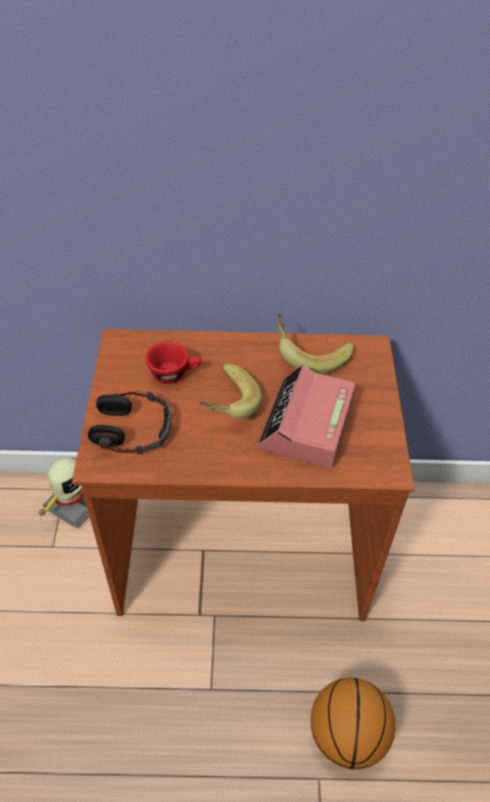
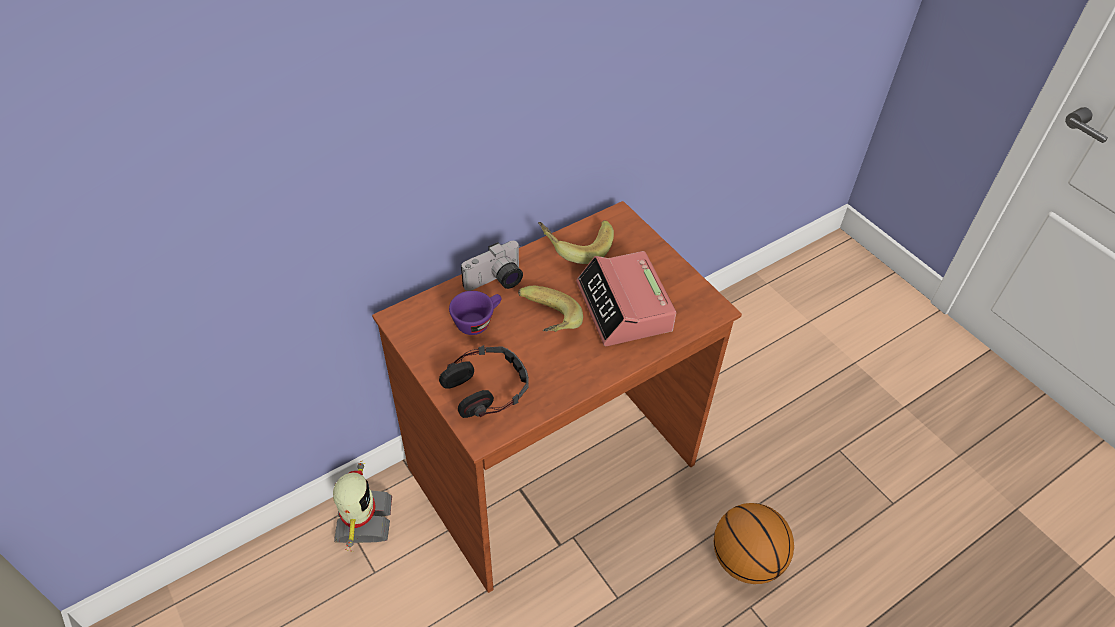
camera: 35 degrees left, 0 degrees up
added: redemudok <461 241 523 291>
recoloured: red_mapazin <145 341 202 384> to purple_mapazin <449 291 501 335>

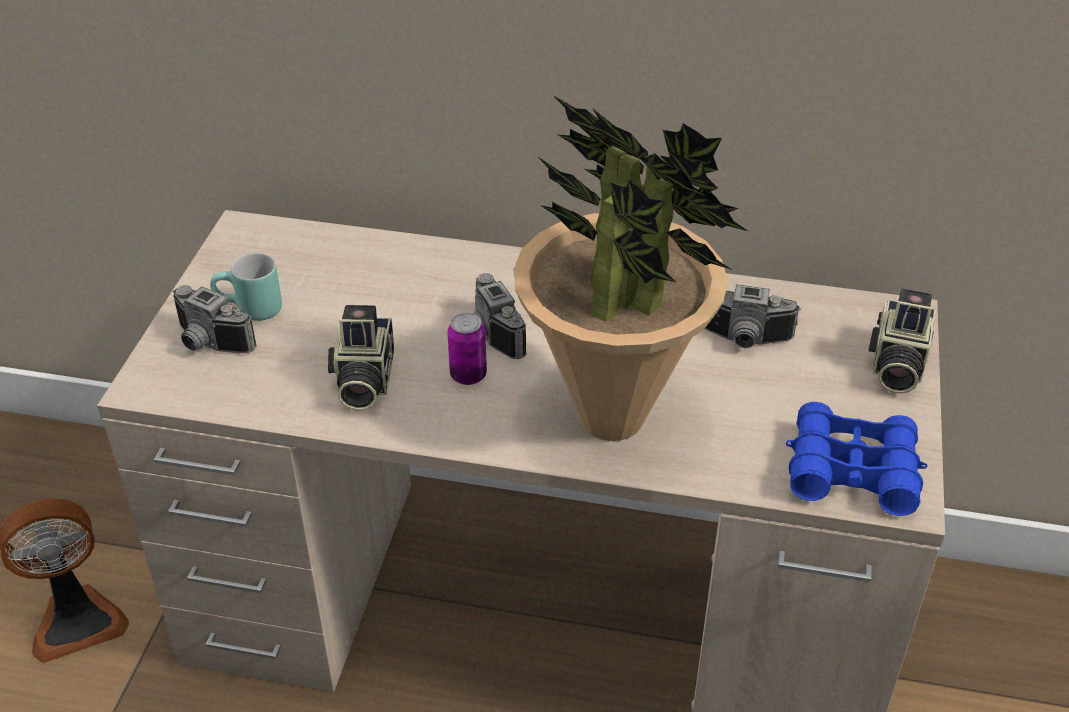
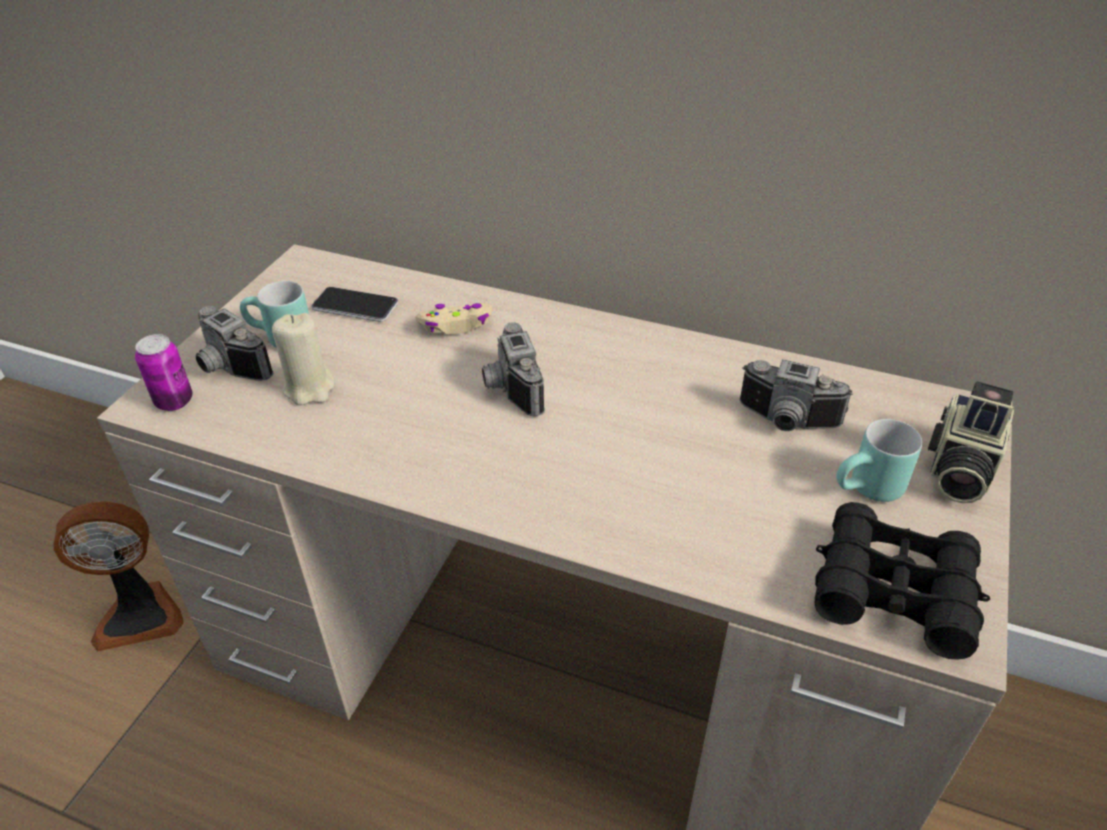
camera: 10 degrees right, 0 degrees up
removed: redemudok <328 305 394 411>; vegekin <513 96 748 441>
added: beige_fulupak <272 313 335 405>; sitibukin <311 287 398 322>; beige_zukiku <415 303 493 335>; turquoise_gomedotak <836 419 922 502>
moved: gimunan <447 313 487 385> to <135 334 192 411>
recoloured: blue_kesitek <786 402 928 516> to black_kesitek <815 502 990 660>

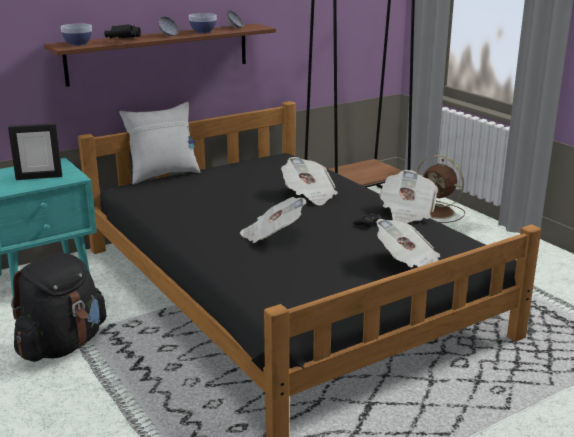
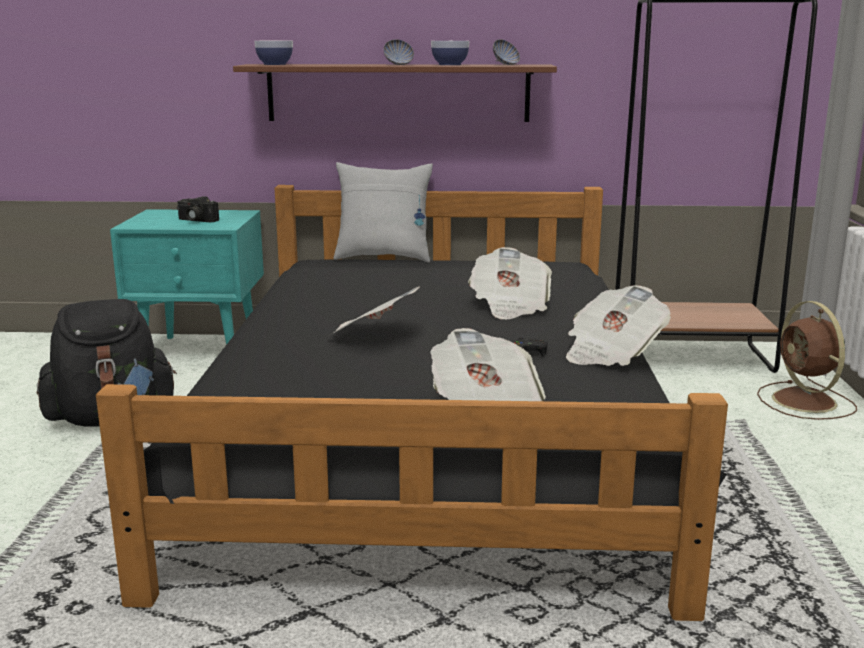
camera: 35 degrees right, 5 degrees down
removed: black_kesitek <104 24 141 39>
replaced: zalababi <8 123 62 180> to redemudok <177 196 219 222>

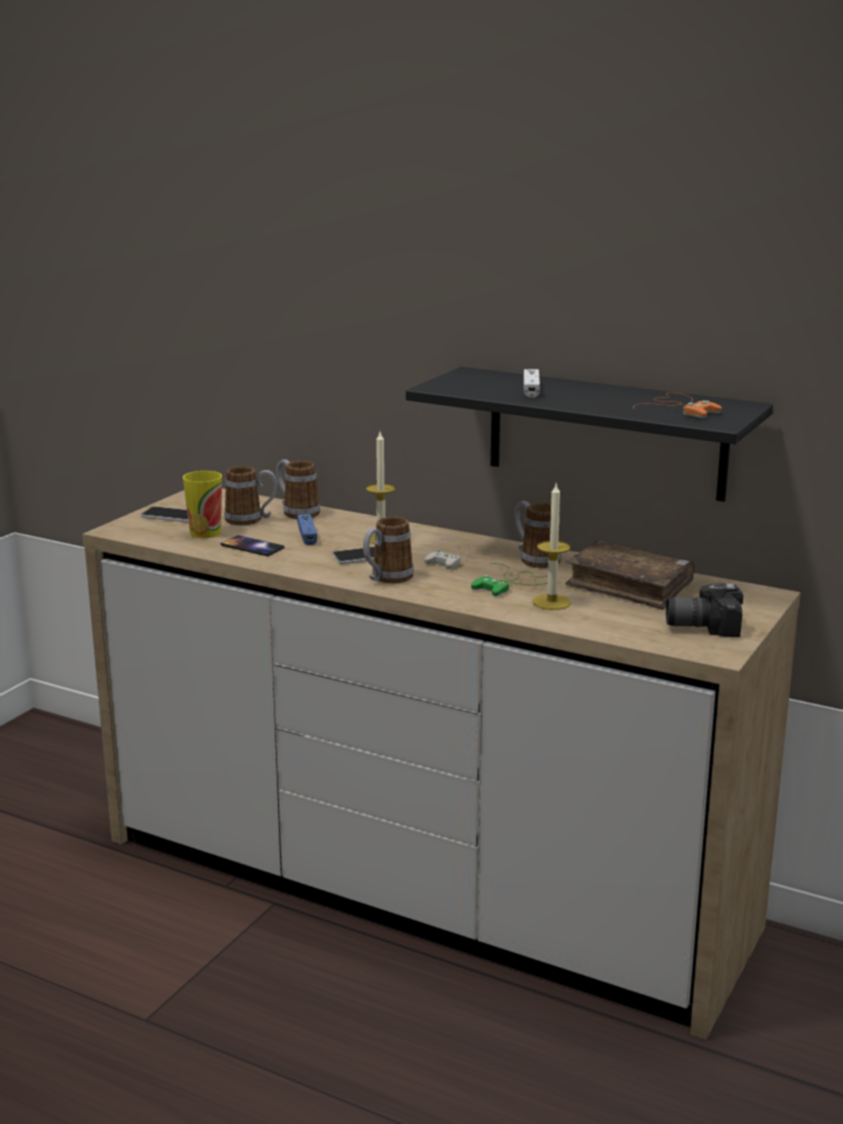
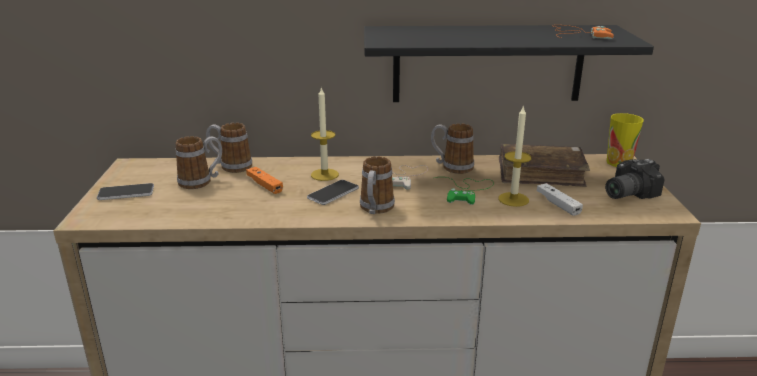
camera: 30 degrees left, 5 degrees up
removed: sitibukin <221 535 285 556>
moved: mapazin <183 471 222 538> to <607 113 644 167>; white_zukiku <523 369 540 397> to <537 183 583 216>
recoloured: blue_zukiku <297 514 317 545> to orange_zukiku <246 167 283 194>

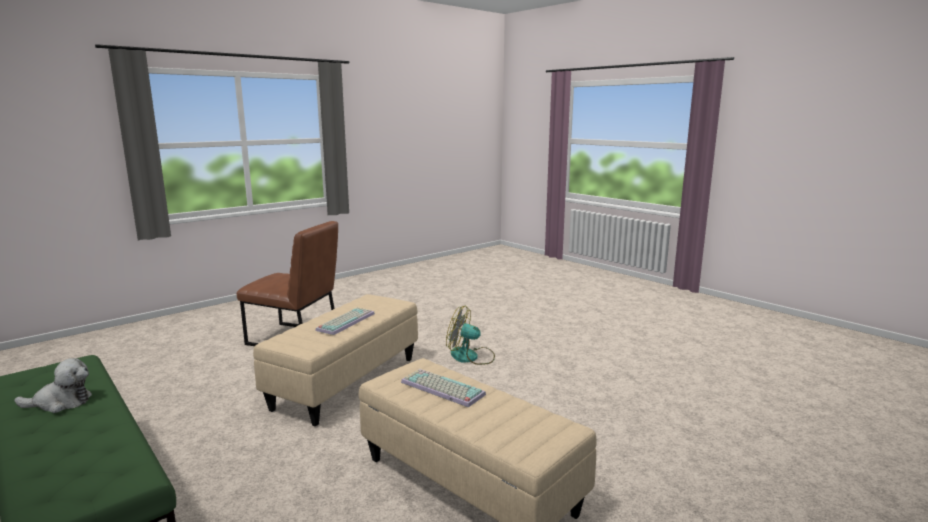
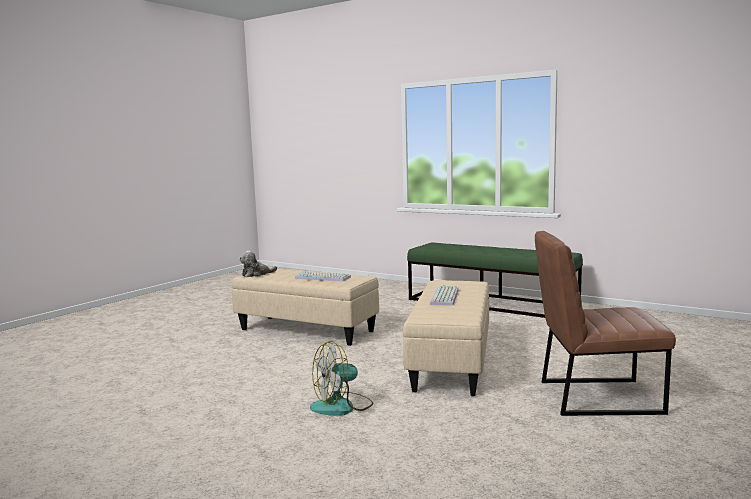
camera: 165 degrees right, 5 degrees down
moved: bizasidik <14 358 92 413> to <239 250 277 277>
turned: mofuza <446 306 495 365> = <310 341 373 416> 150 degrees clockwise

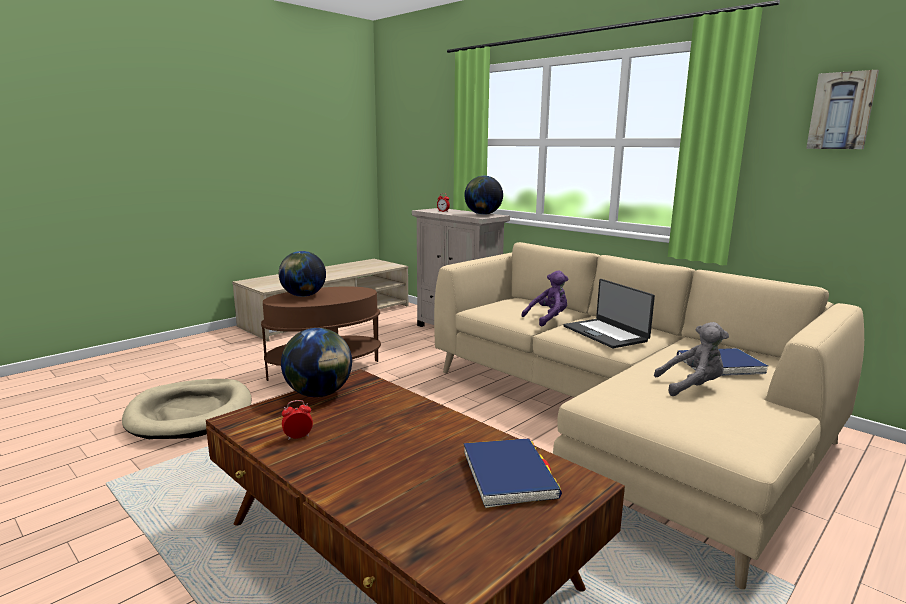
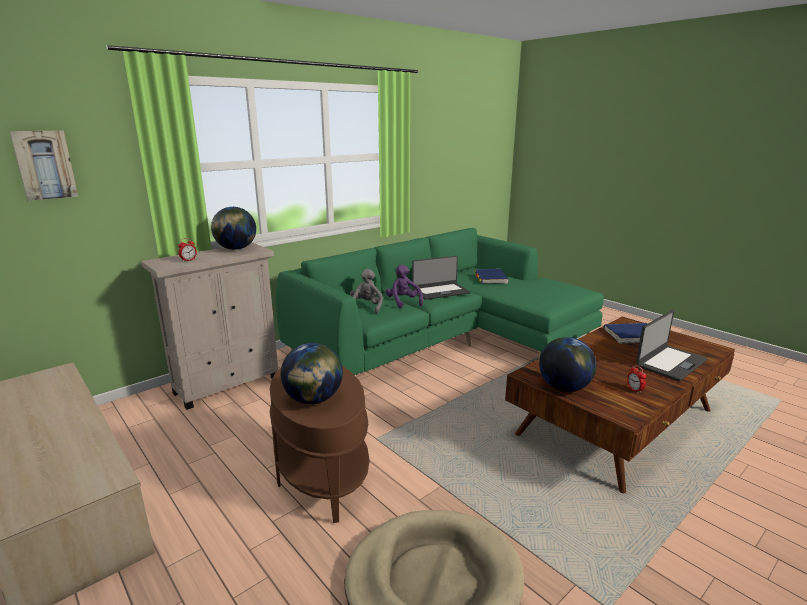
camera: 85 degrees left, 5 degrees up
added: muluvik <636 310 708 381>
moved: grey_bizasidik <654 322 729 396> to <350 268 383 314>; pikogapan <806 70 879 149> to <10 130 78 201>
recoloured: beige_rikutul <434 242 864 589> to green_rikutul <276 228 604 375>

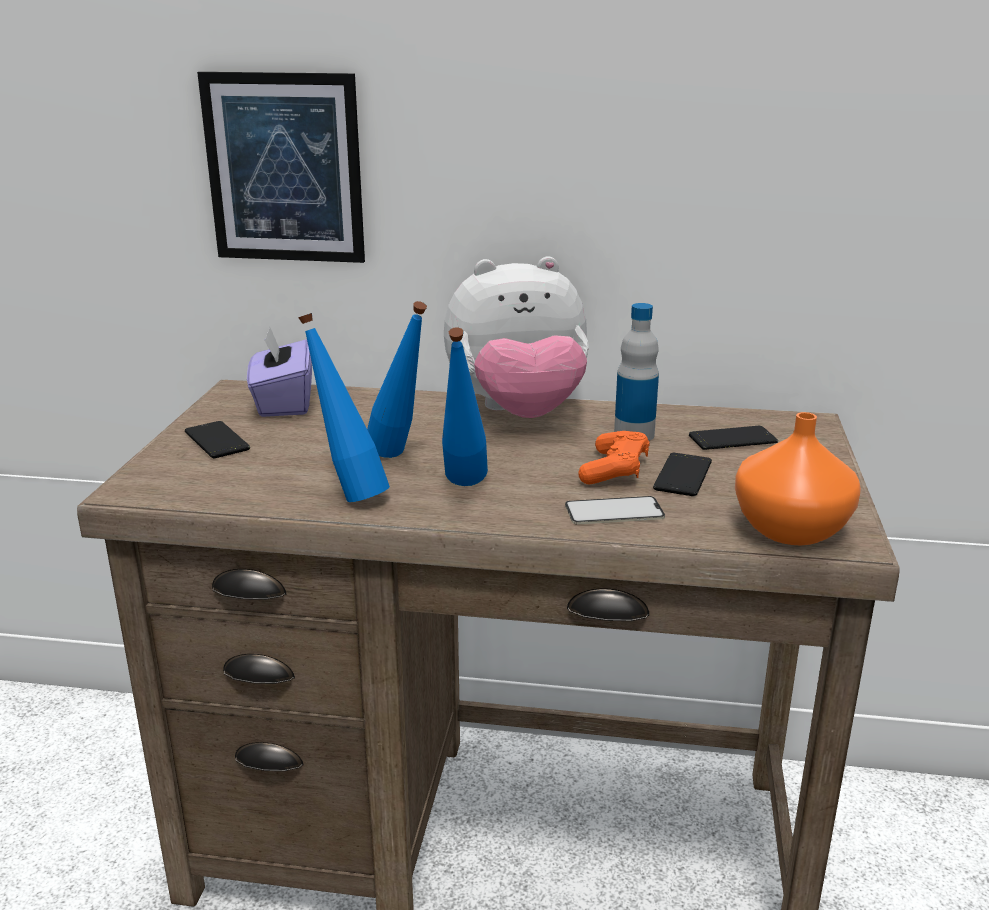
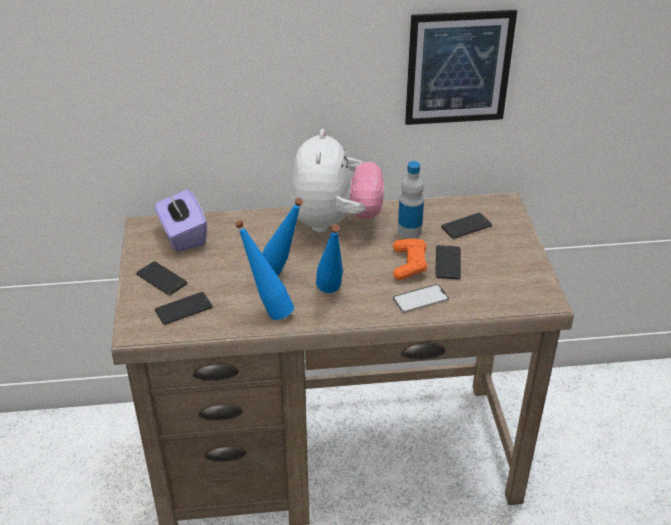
camera: 15 degrees left, 15 degrees up
removed: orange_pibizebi <735 412 861 545>
added: sitibukin <155 292 213 325>
moved: pikogapan <197 72 365 263> to <405 10 517 125>
turned: bizasidik <444 256 589 418> = <289 129 384 232> 60 degrees counterclockwise

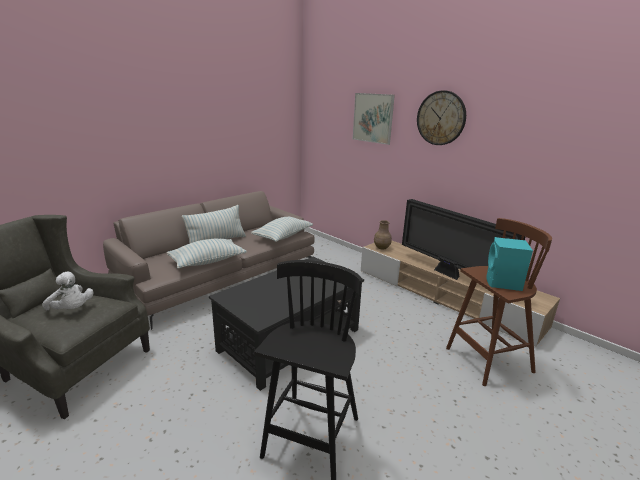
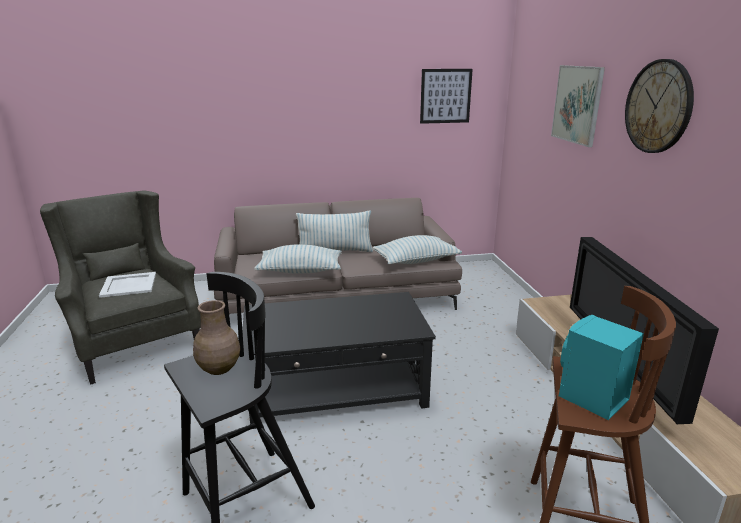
camera: 35 degrees right, 0 degrees up
added: pikogapan <420 69 473 124>
moved: brown_pibizebi <374 220 392 250> to <193 300 240 375>
replaced: white_bizasidik <42 272 94 311> to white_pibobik <99 272 156 298>

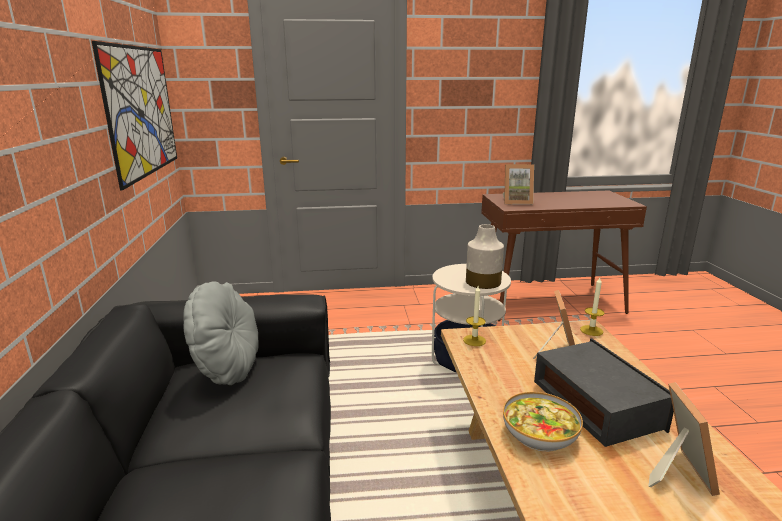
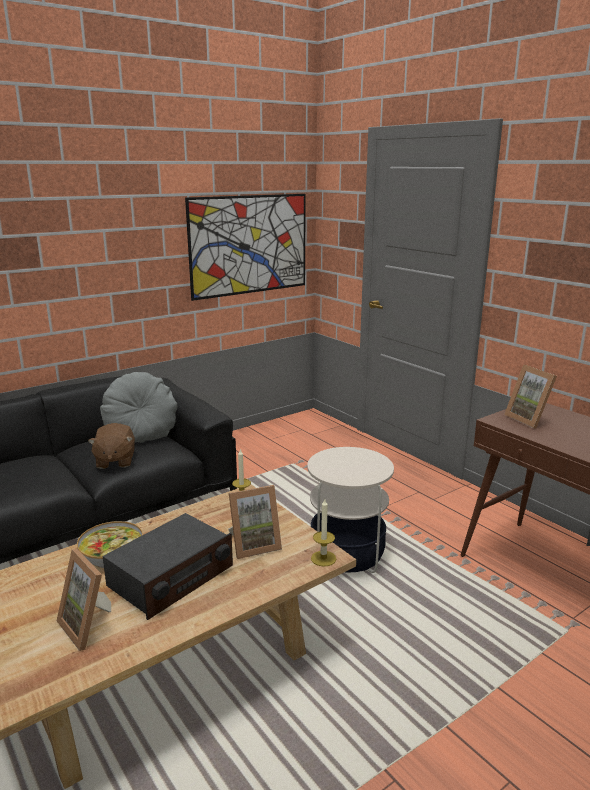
camera: 60 degrees right, 0 degrees up
removed: beige_pibizebi <466 224 504 289>
added: brown_bizasidik <88 423 135 469>
turned: zalababi <648 382 720 496> = <56 549 111 651> 75 degrees clockwise

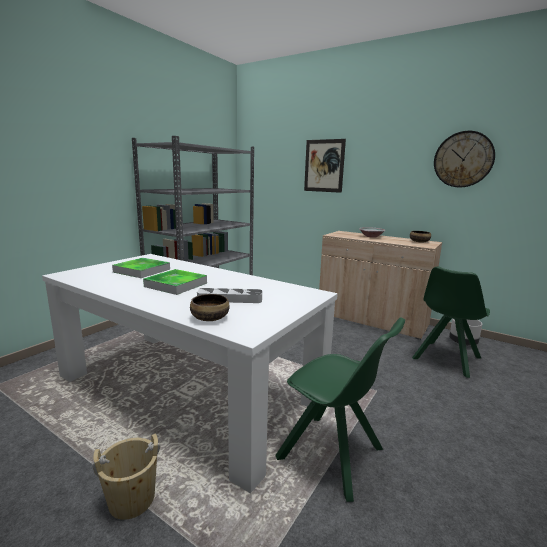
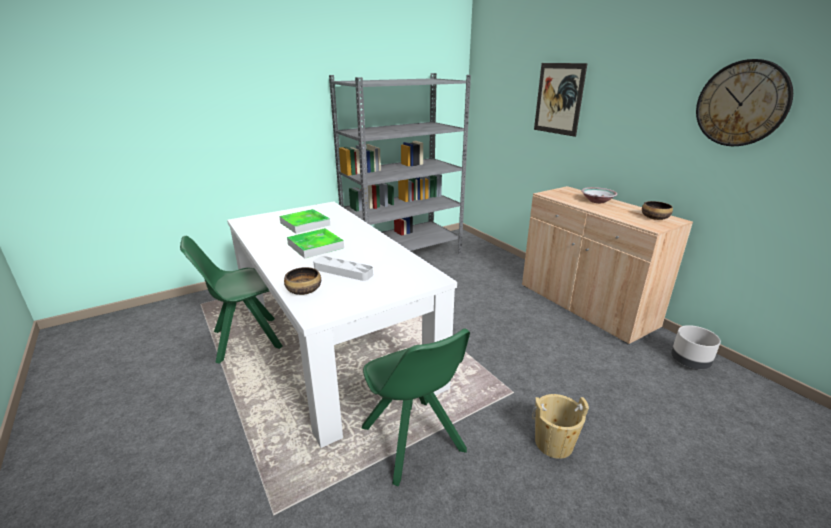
camera: 25 degrees right, 10 degrees up
moved: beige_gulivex <92 434 160 520> to <532 394 589 459>; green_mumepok <412 267 490 378> to <180 236 283 364>

